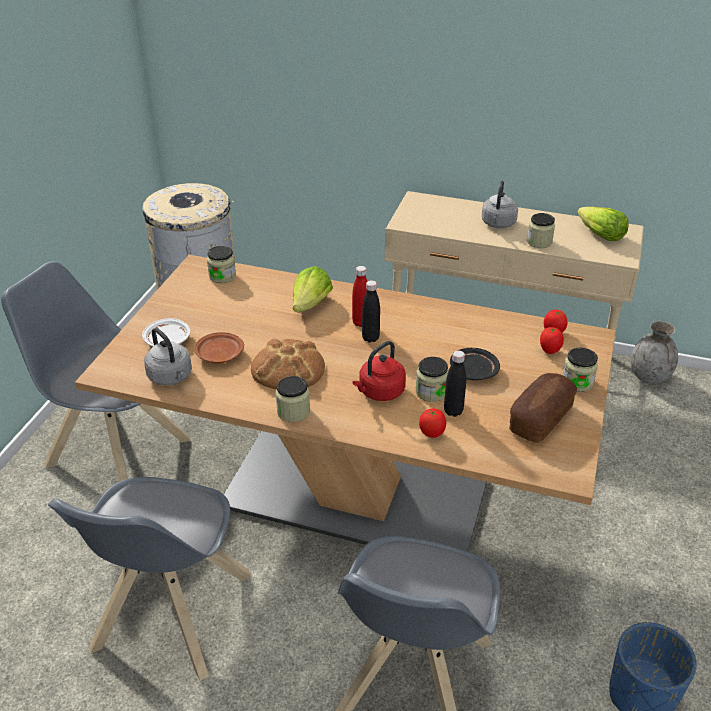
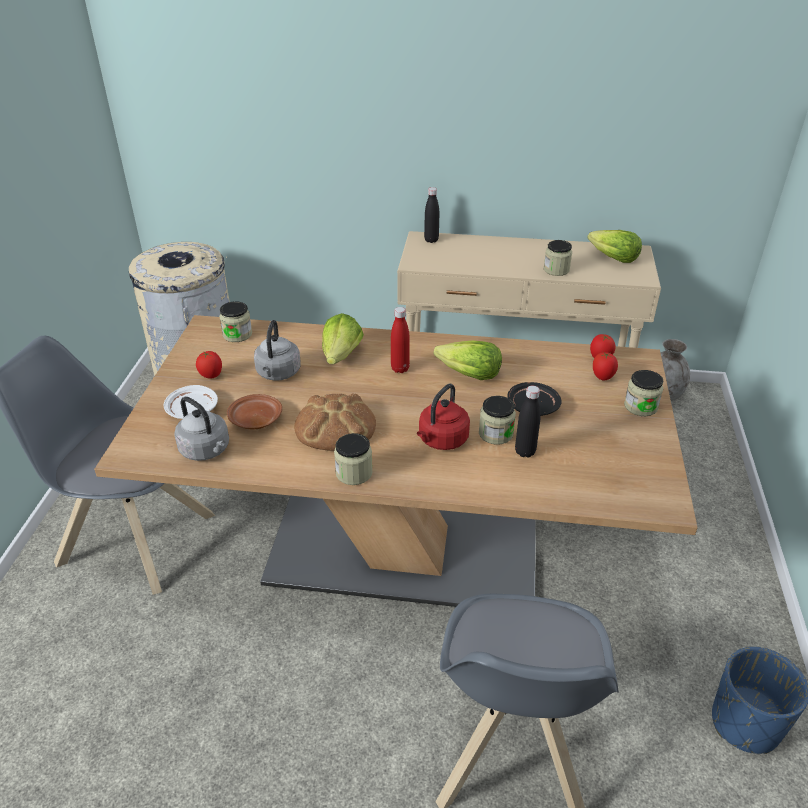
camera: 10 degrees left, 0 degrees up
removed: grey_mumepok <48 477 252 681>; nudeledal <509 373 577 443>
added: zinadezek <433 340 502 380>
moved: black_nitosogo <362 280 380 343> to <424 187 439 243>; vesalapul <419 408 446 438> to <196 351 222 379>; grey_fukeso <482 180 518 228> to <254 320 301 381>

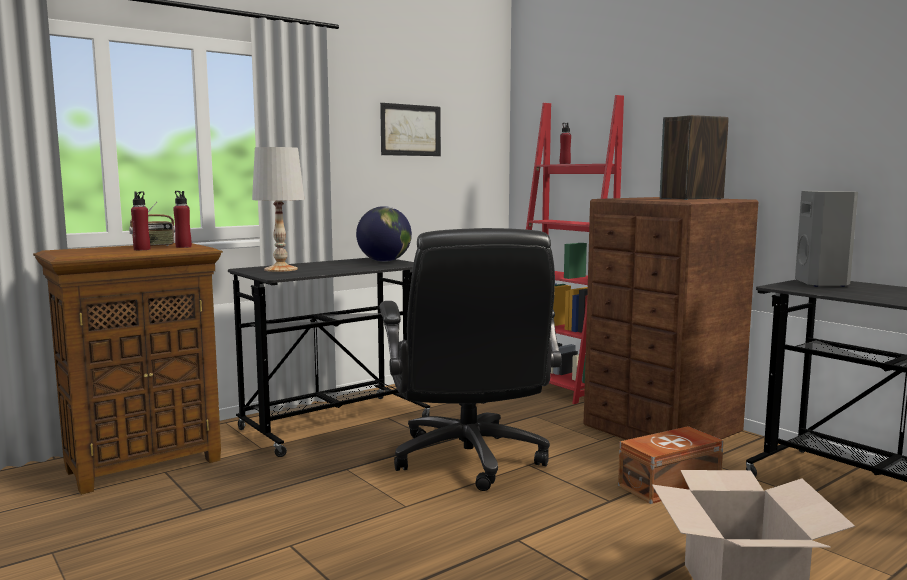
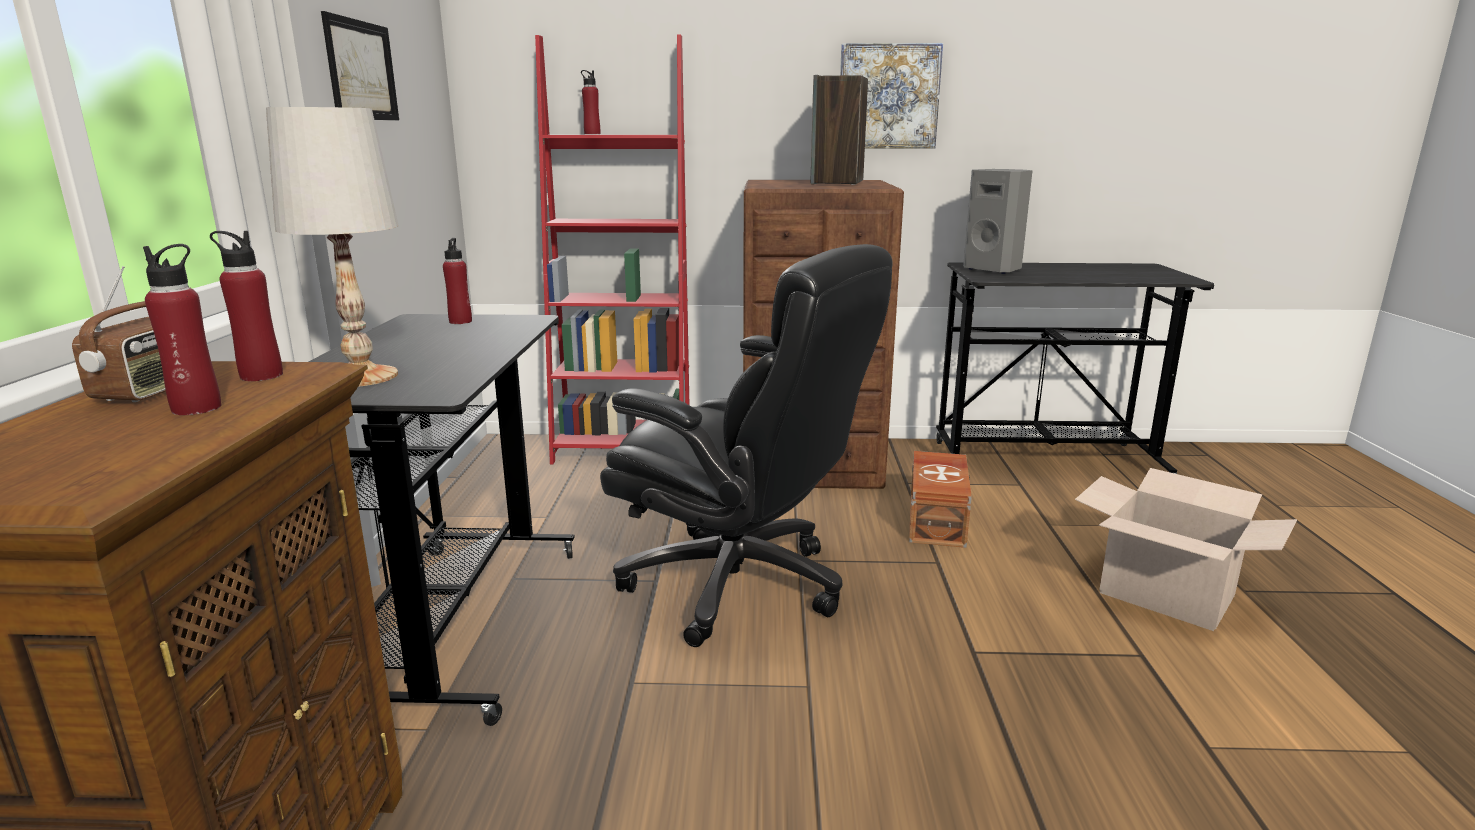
camera: 50 degrees left, 10 degrees up
added: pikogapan <840 43 943 148>
replaced: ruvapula <356 206 412 262> to red_nitosogo <443 238 472 324>

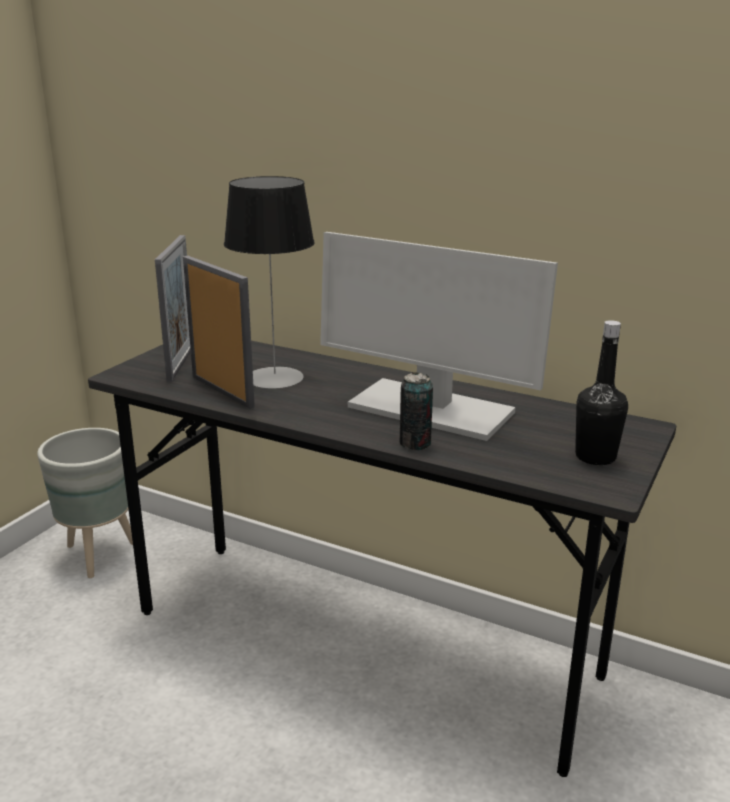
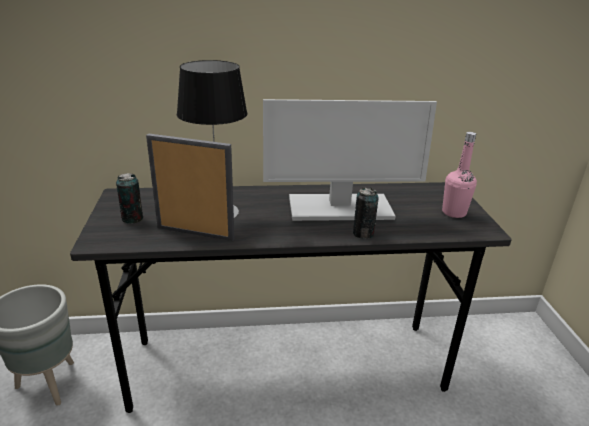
camera: 35 degrees left, 5 degrees up
replaced: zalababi <155 235 191 382> to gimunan <116 173 143 223>
recoloured: black_nitosogo <575 320 628 465> to pink_nitosogo <442 132 477 218>

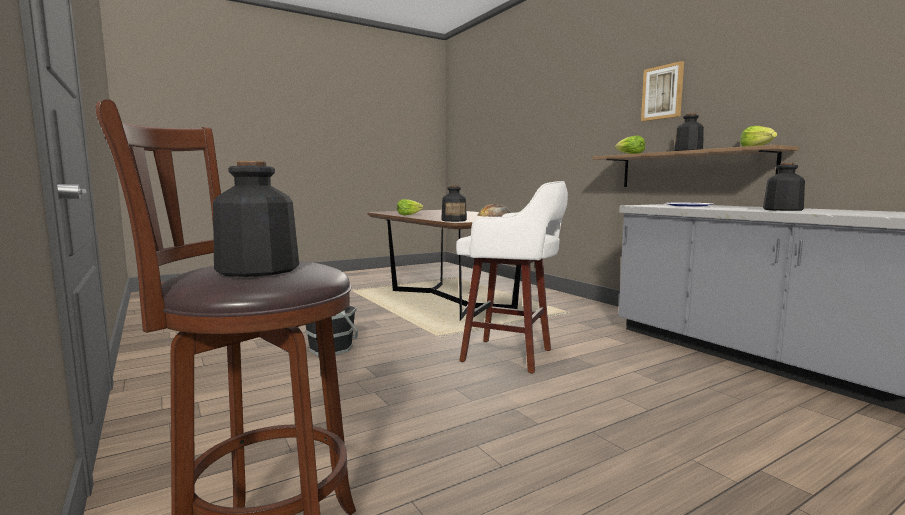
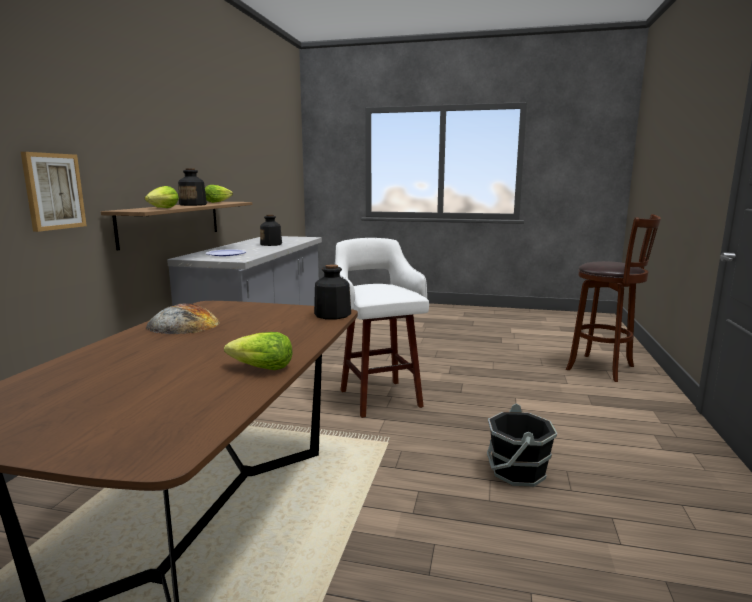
camera: 135 degrees left, 5 degrees up
removed: nitosogo <213 161 299 277>
moved: pikogapan <641 61 684 121> to <21 152 87 232>

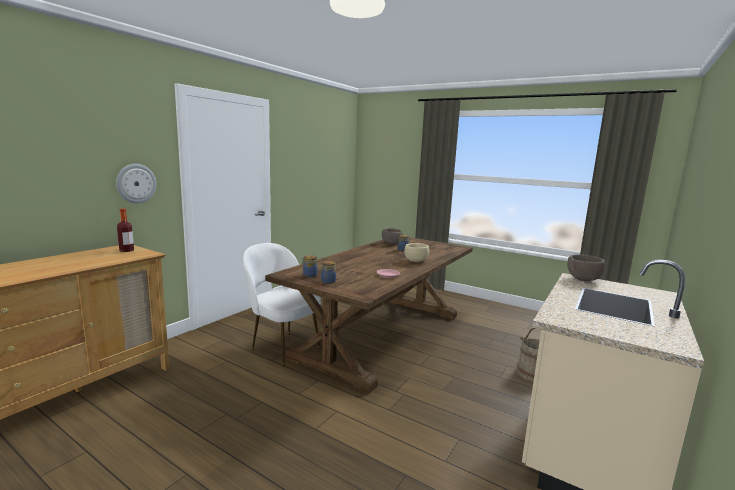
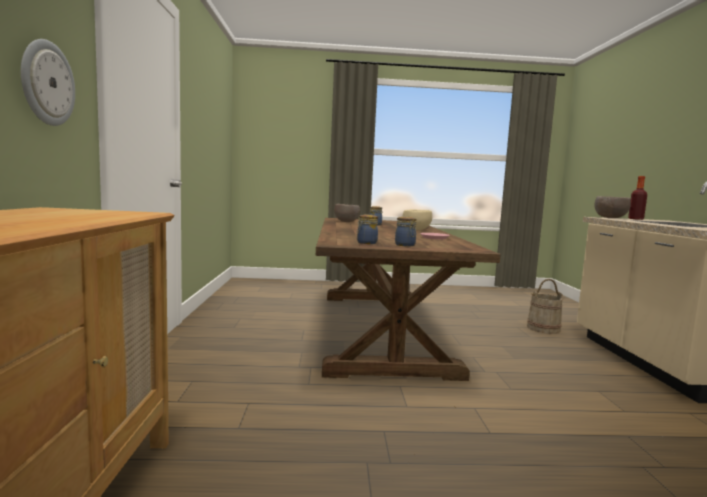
camera: 35 degrees left, 5 degrees down
removed: white_mumepok <243 243 321 367>
moved: nitosogo <117 209 134 252> to <628 176 647 220>

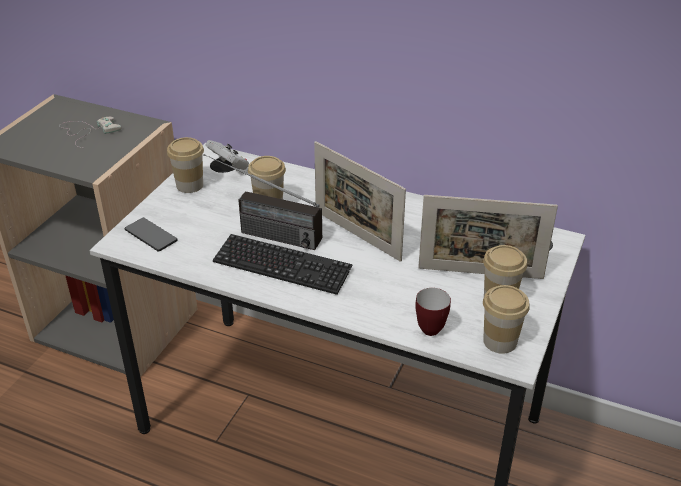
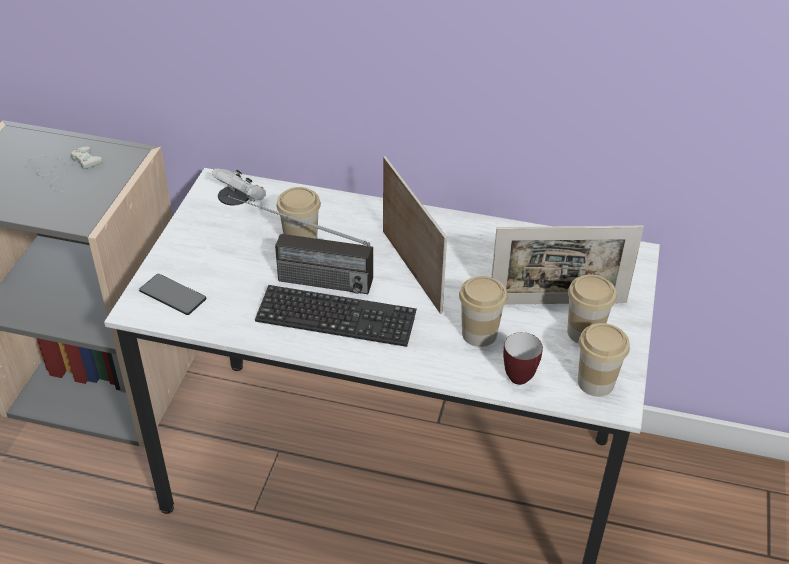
camera: 10 degrees left, 5 degrees up
moved: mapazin <167 137 204 193> to <459 276 507 347>
turned: zalababi <314 141 406 262> = <383 156 447 314> 150 degrees counterclockwise

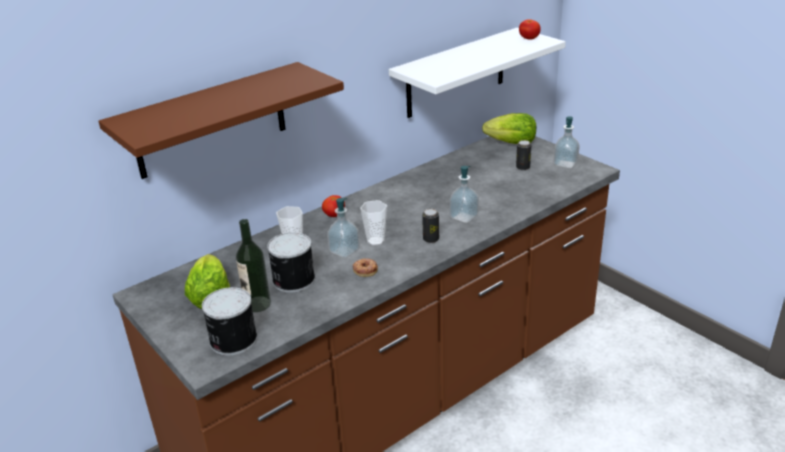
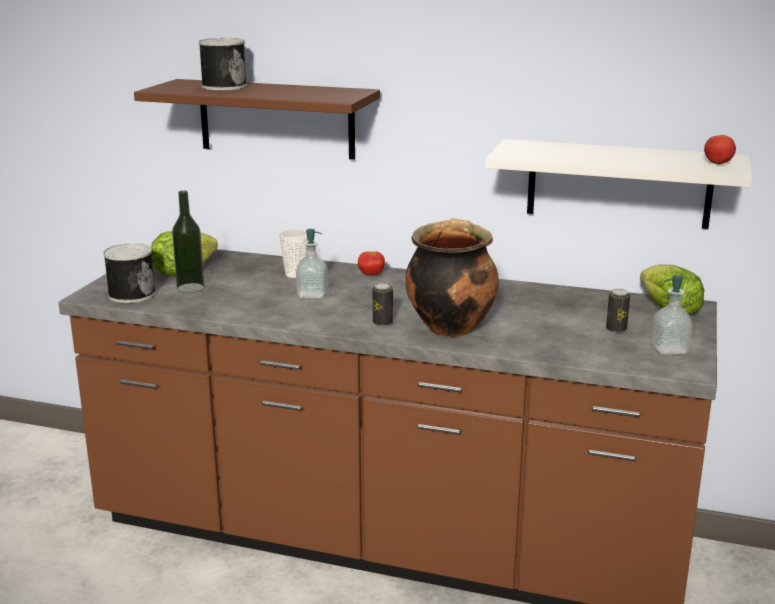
camera: 55 degrees right, 10 degrees down
removed: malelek <353 258 378 277>; mapazin <360 200 387 246>
moved: gimunan <267 232 315 293> to <199 38 247 90>
replaced: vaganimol <449 166 479 223> to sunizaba <405 218 499 337>

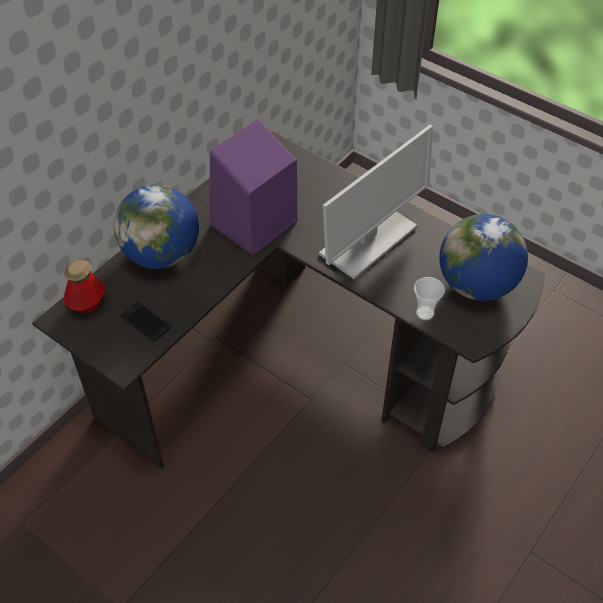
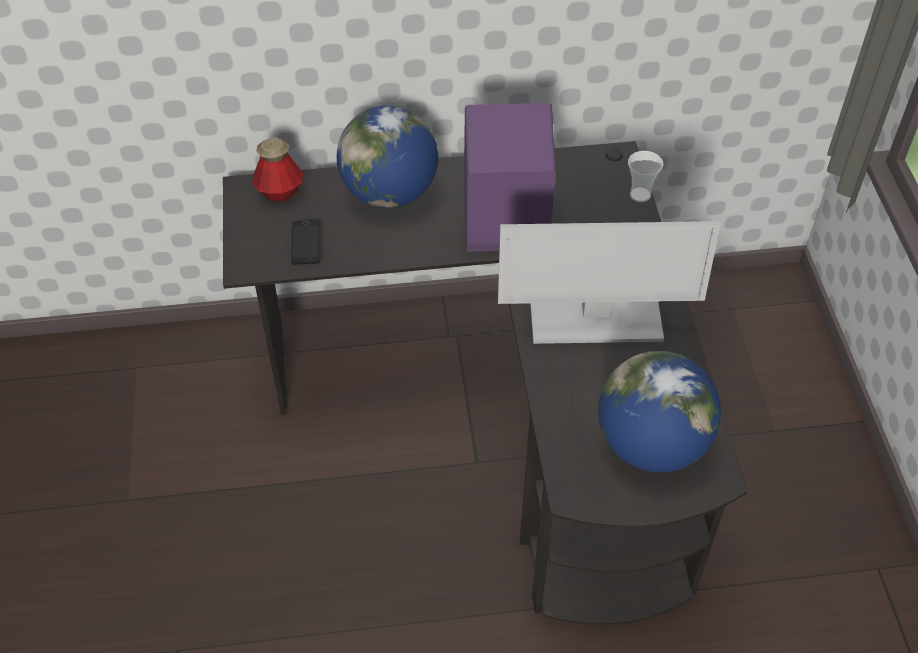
camera: 45 degrees right, 0 degrees up
moved: mapazin <414 277 445 320> to <628 151 664 202>

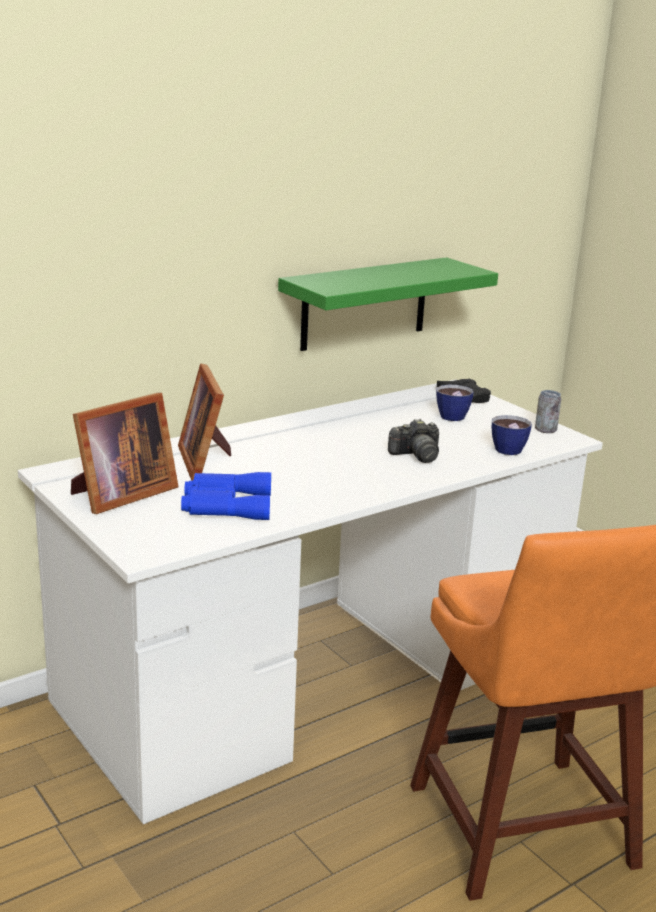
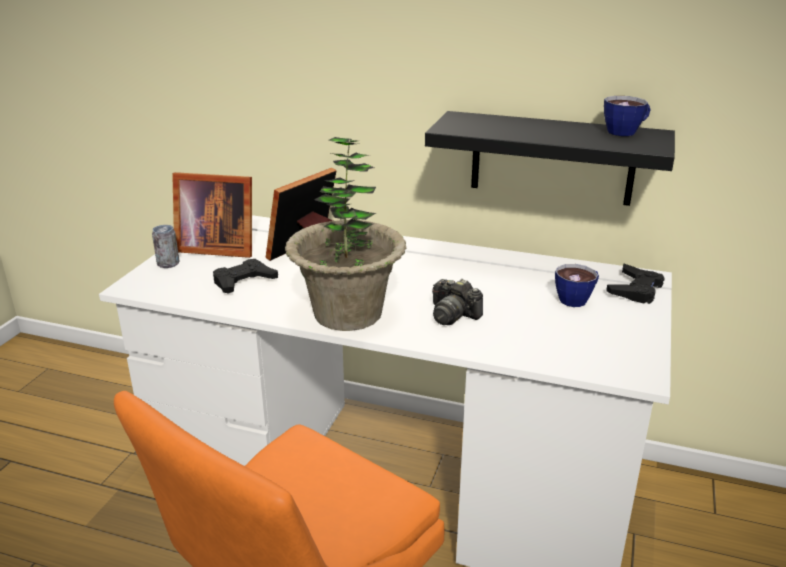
camera: 55 degrees right, 5 degrees up
added: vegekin <285 137 406 331>
moved: mapazin <491 415 532 455> to <604 96 651 136>; gimunan <535 390 561 433> to <152 225 180 268>
replaced: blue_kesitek <181 472 271 520> to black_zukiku <213 259 278 294>
recoloured: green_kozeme <278 257 498 351> to black_kozeme <425 111 675 206>

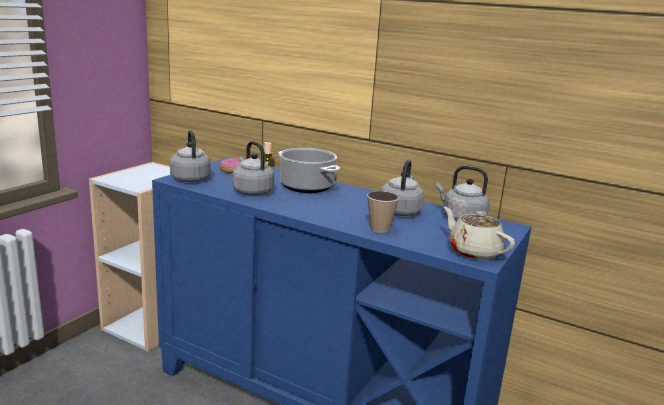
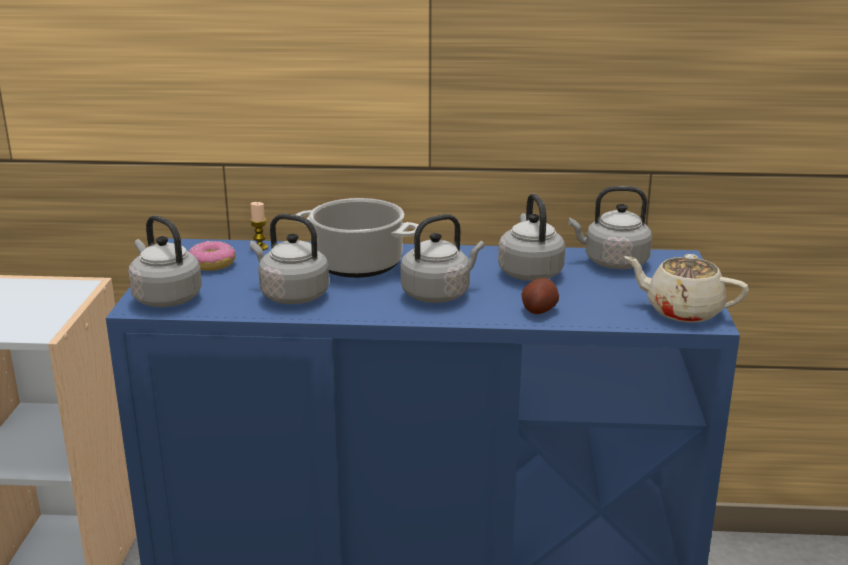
camera: 25 degrees left, 5 degrees up
added: grey_fukeso <401 214 484 303>
replaced: mapazin <367 191 399 233> to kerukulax <521 278 559 314>

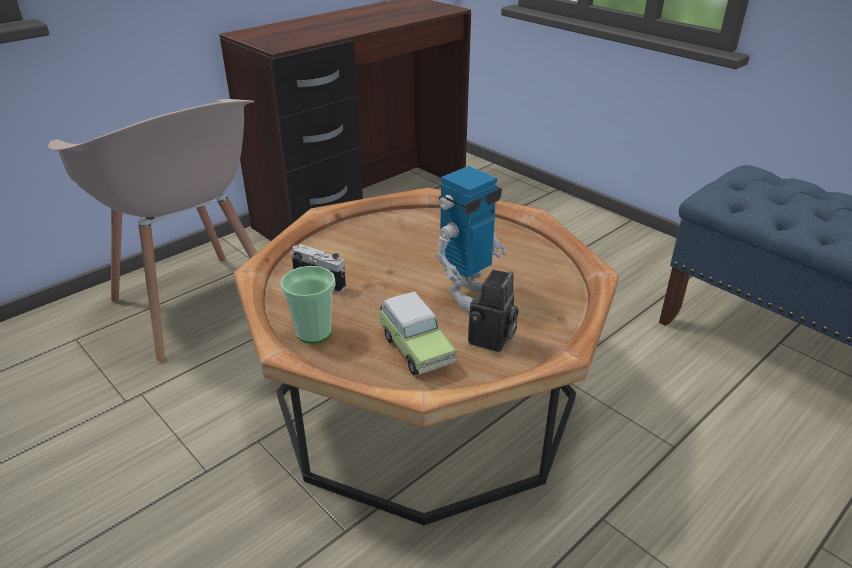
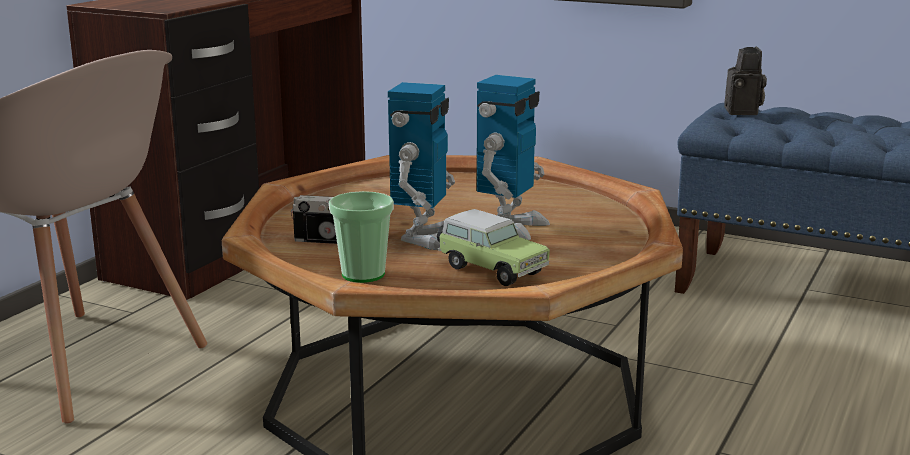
camera: 20 degrees left, 15 degrees down
added: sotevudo <388 82 455 250>
moved: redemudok <468 270 519 352> to <724 47 767 115>

